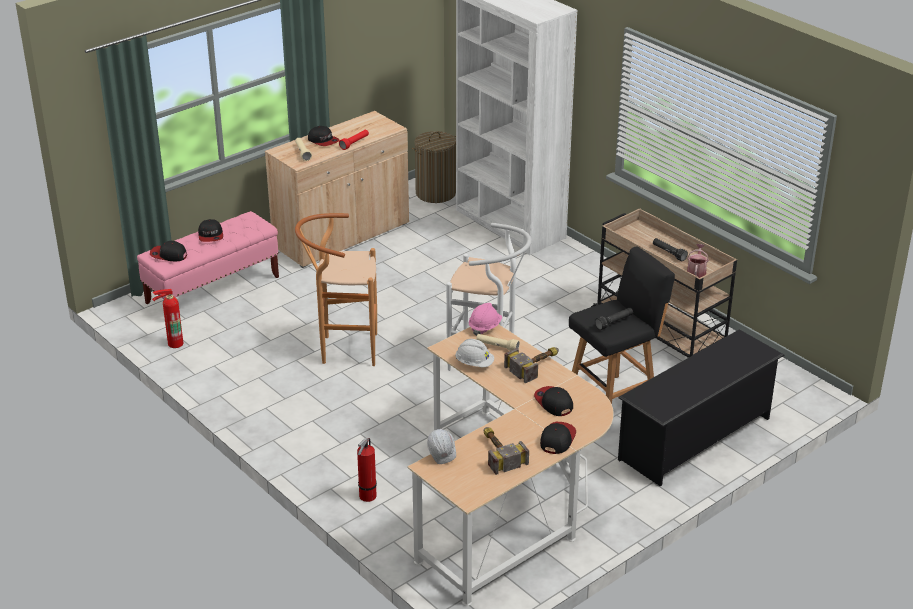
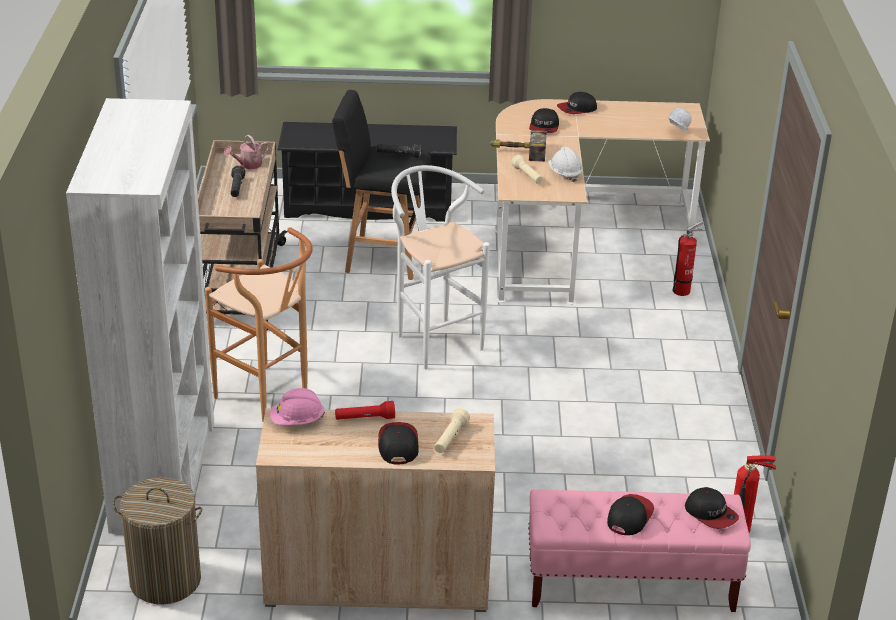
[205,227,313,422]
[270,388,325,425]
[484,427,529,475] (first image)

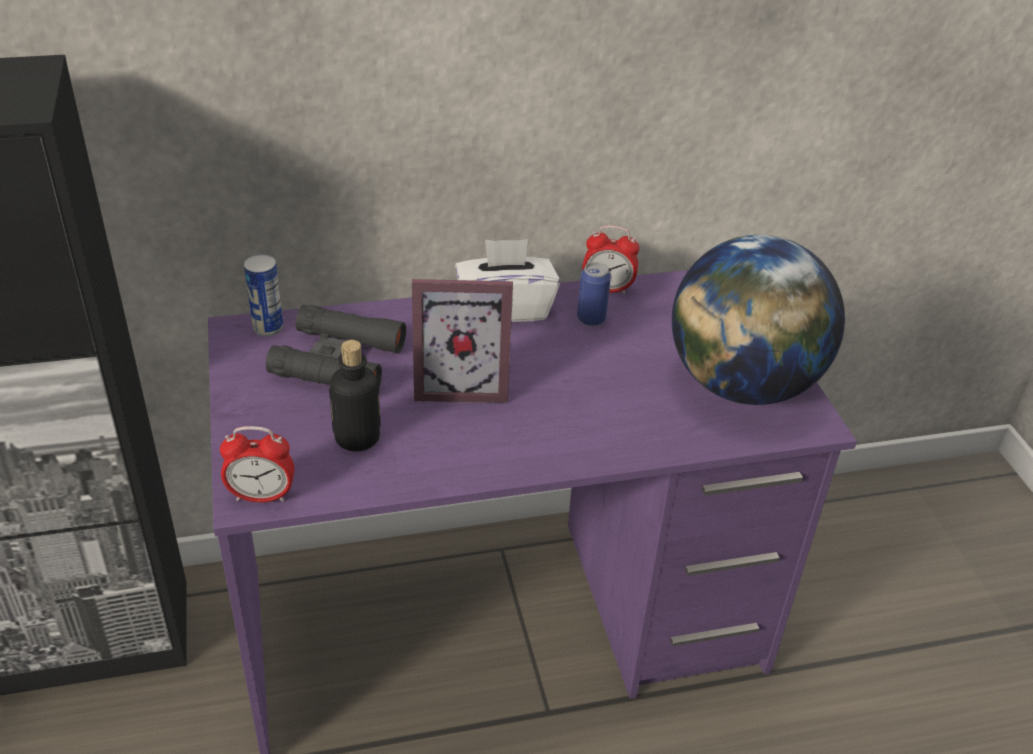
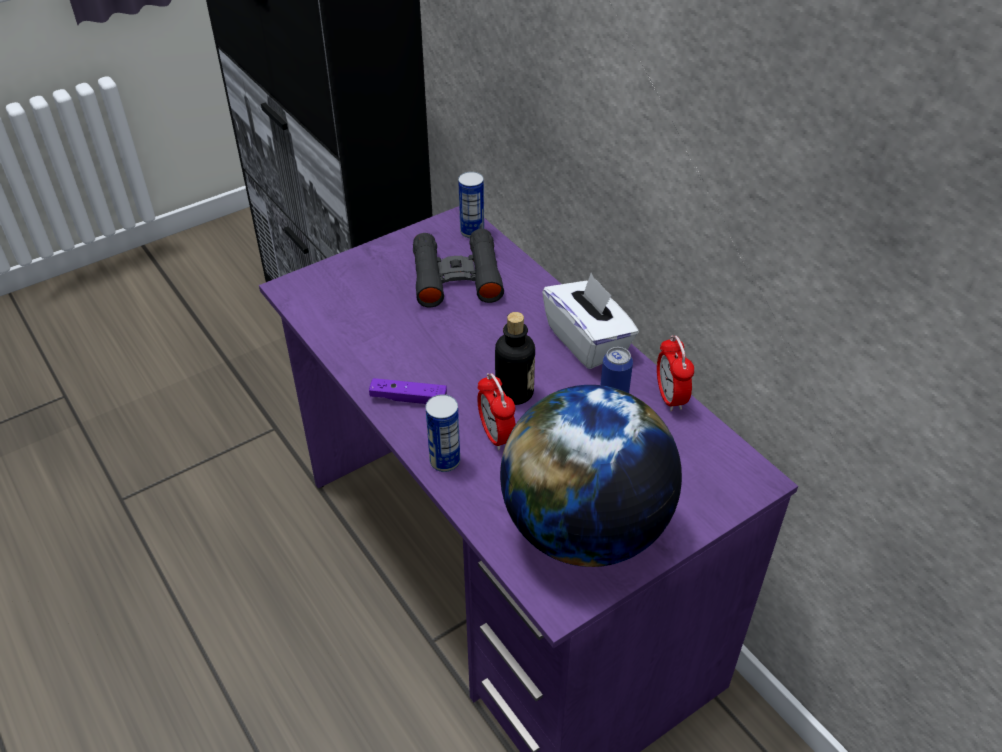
[412,279,513,403] (first image)
[495,312,535,405]
[477,373,516,451]
[369,378,447,404]
[426,394,460,472]

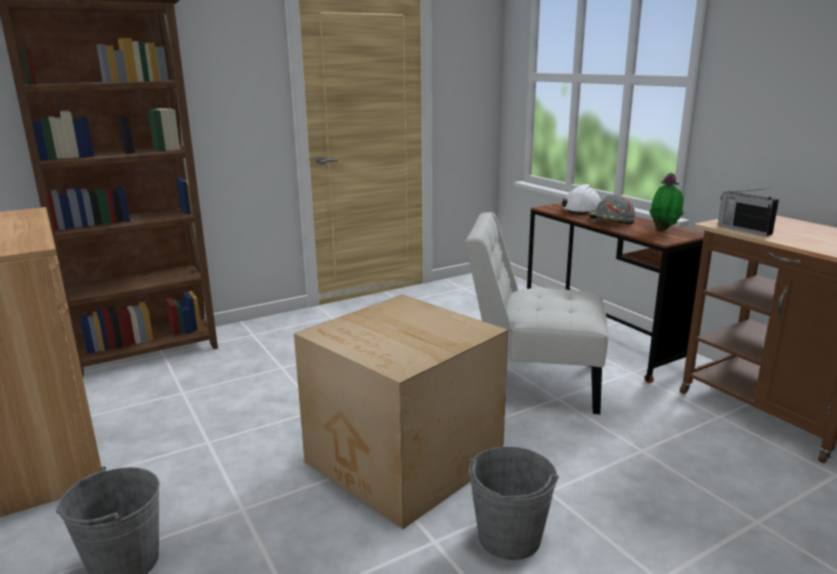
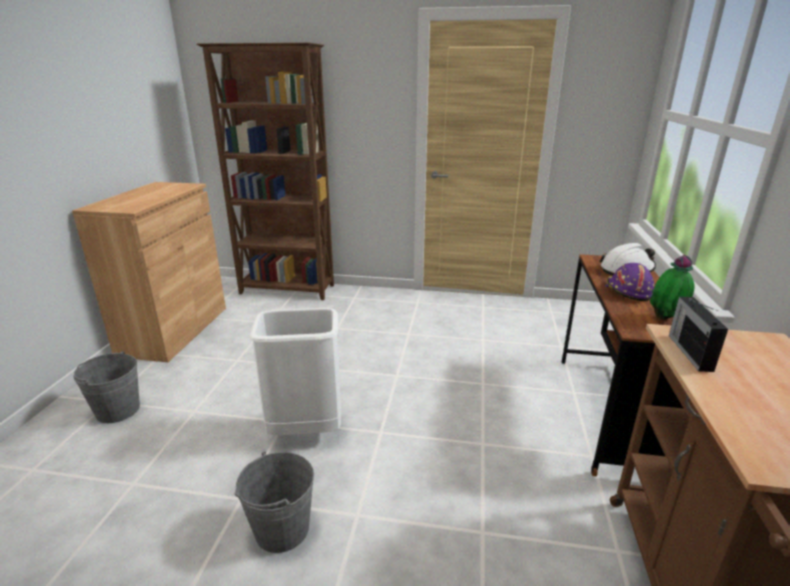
[605,263,654,301]
[465,212,608,414] (first image)
[249,308,341,435]

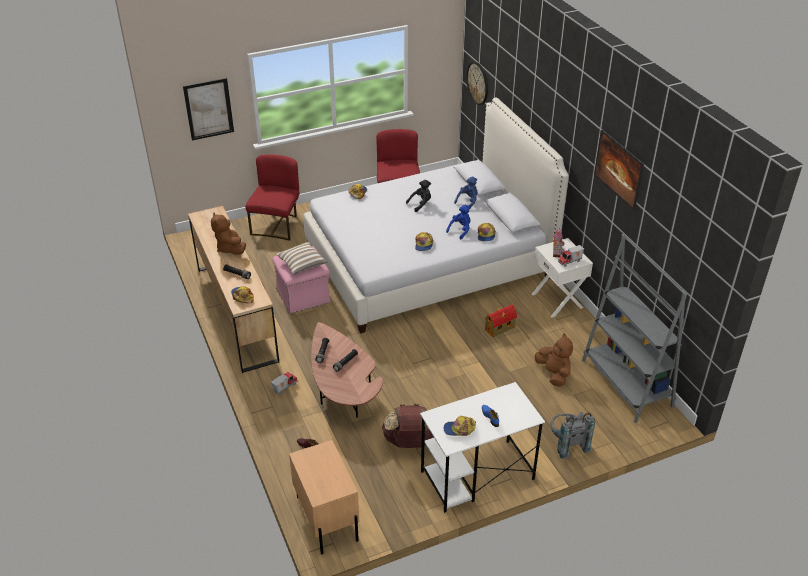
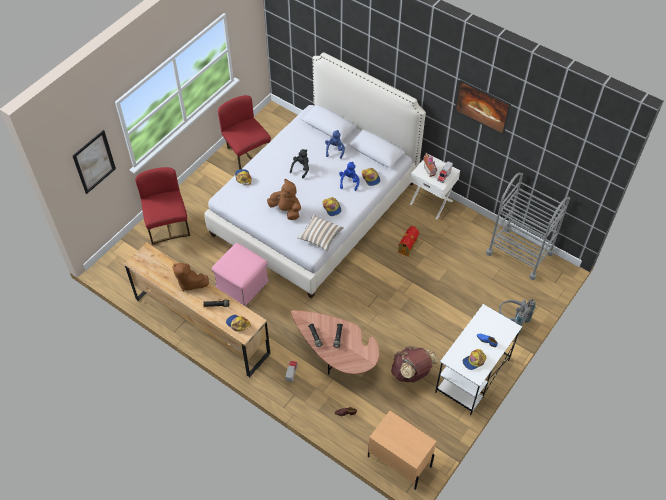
[466,62,488,105] (first image)
[486,173,570,280]
[298,214,344,251]
[267,179,301,220]

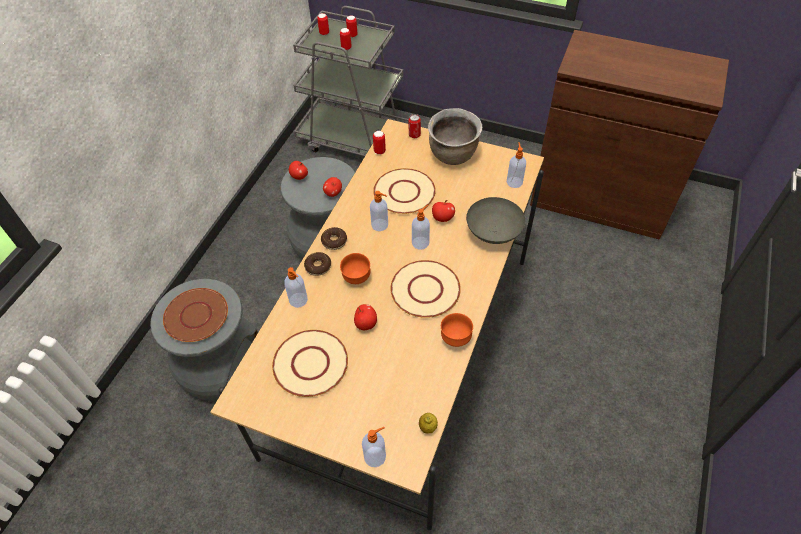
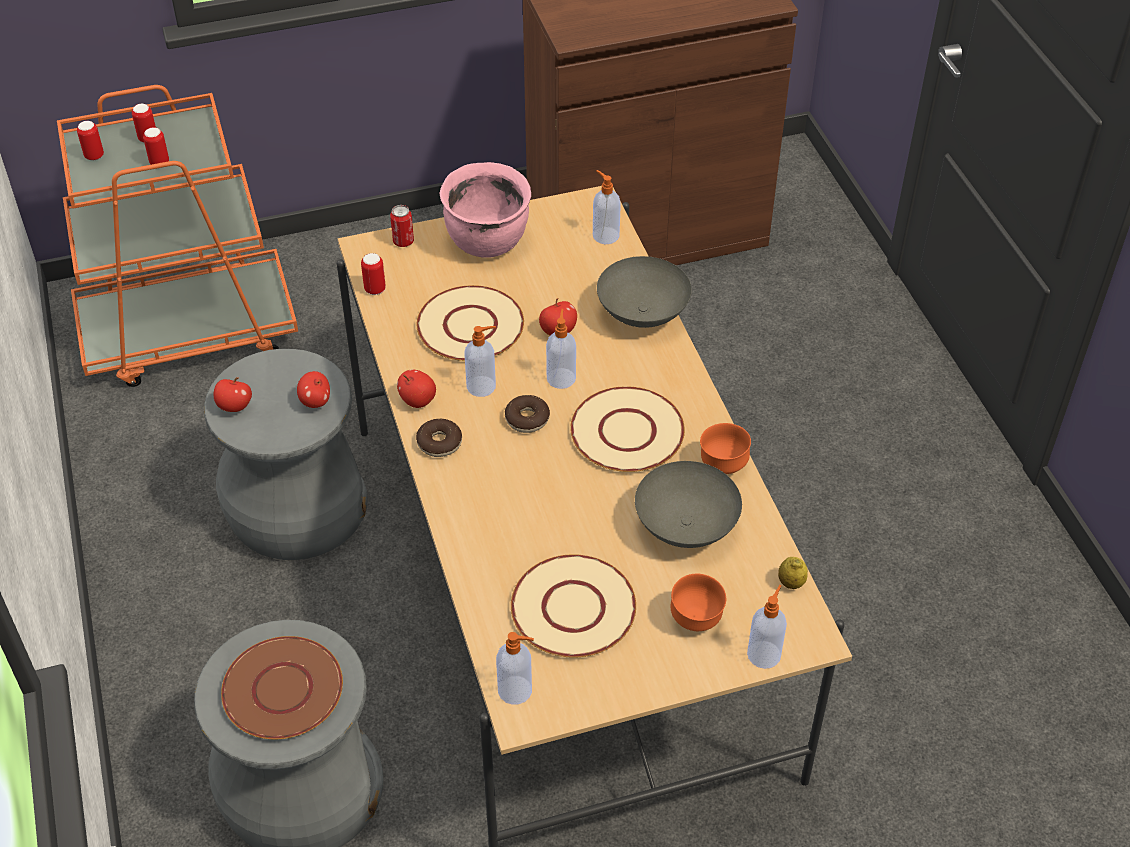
[57,85,298,387]
[439,162,531,258]
[505,395,550,433]
[670,574,726,631]
[496,632,534,705]
[397,370,436,408]
[635,461,742,548]

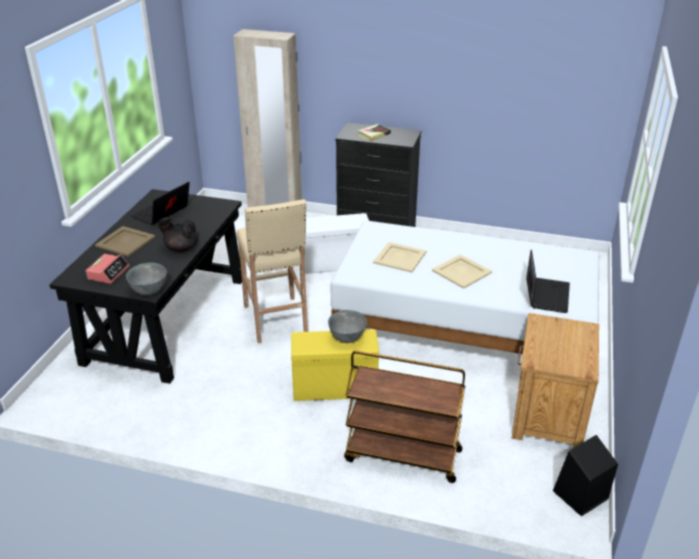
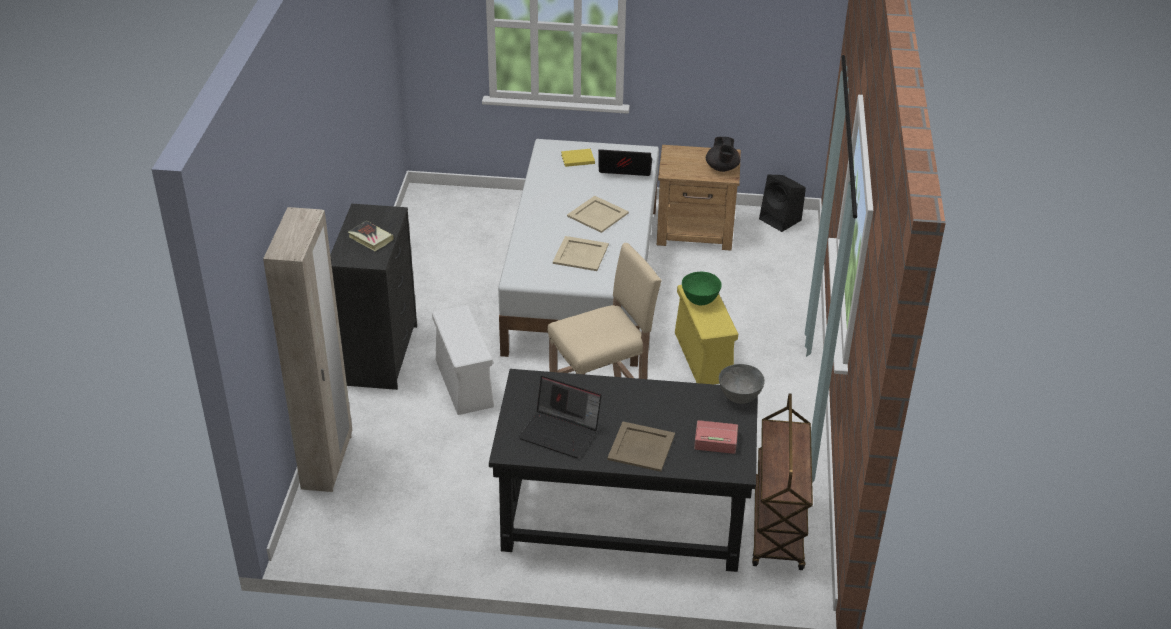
[706,137,740,172]
[682,272,722,305]
[752,394,813,570]
[561,149,595,167]

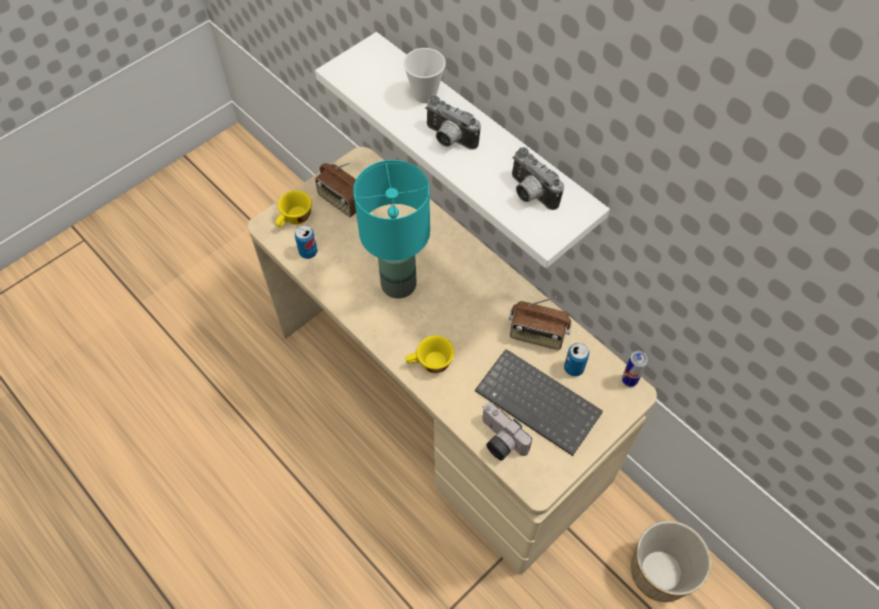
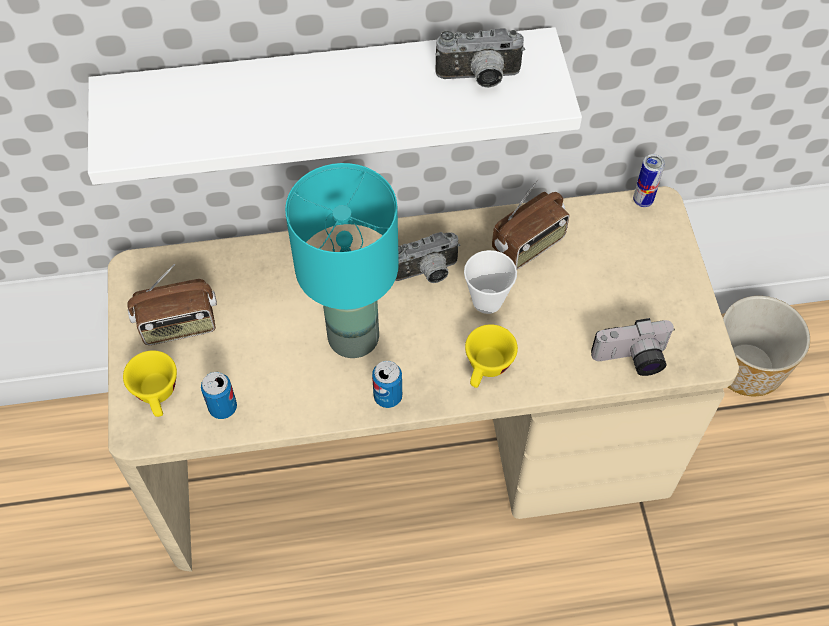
[464,250,517,314]
[395,232,460,283]
[372,361,402,408]
[475,349,603,456] (first image)

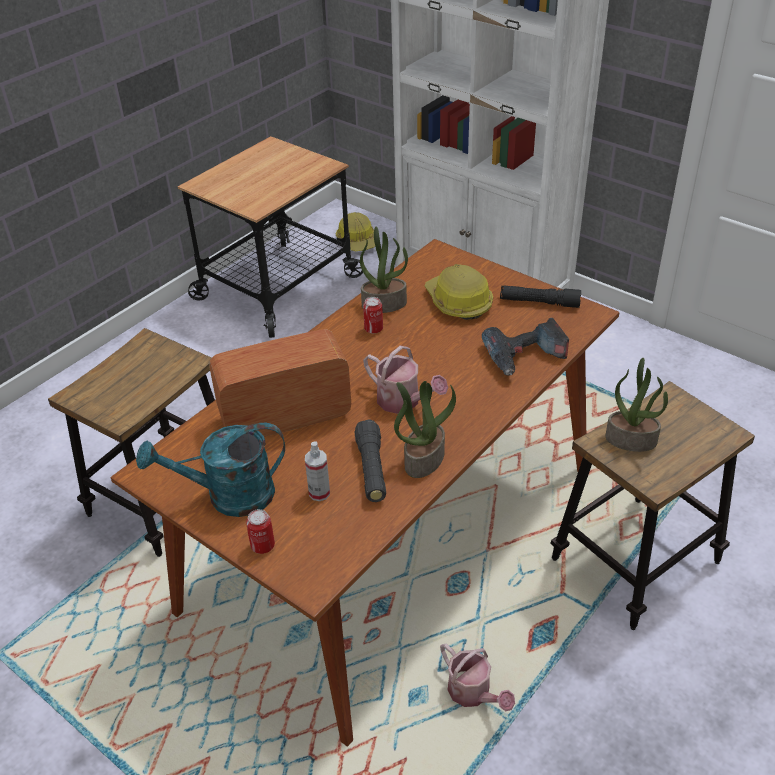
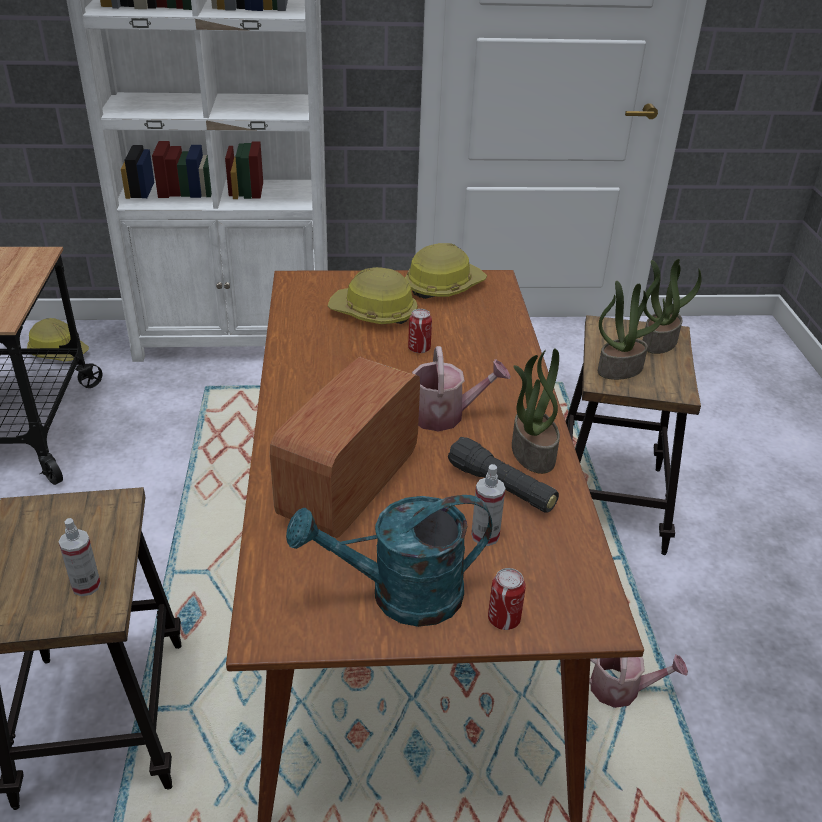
[642,259,702,354]
[405,243,487,299]
[408,309,432,353]
[482,318,569,376] (first image)
[286,495,492,627]
[59,518,101,596]

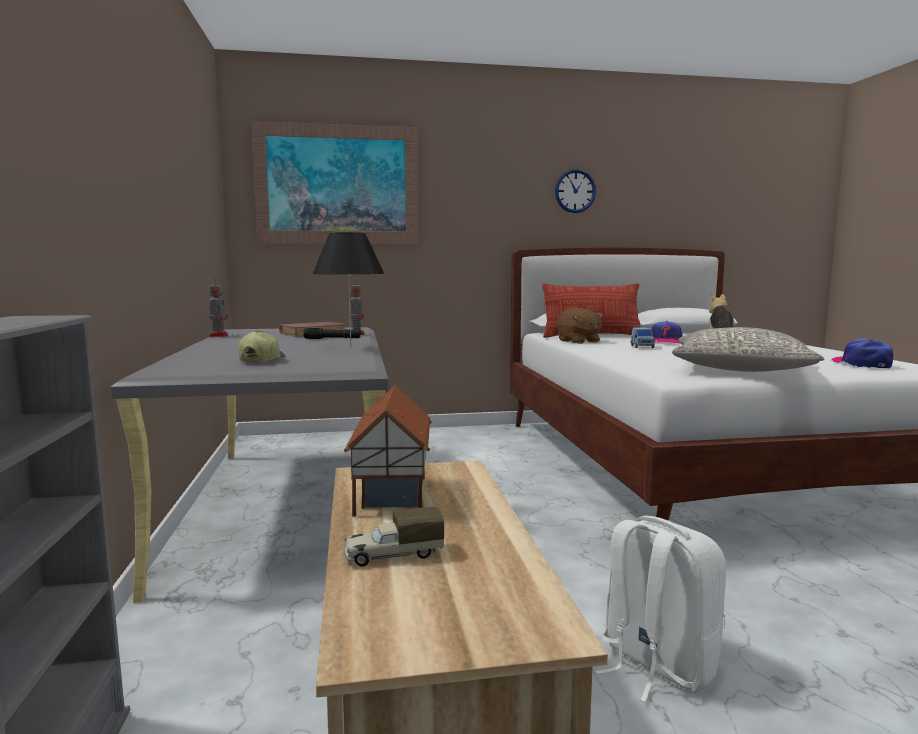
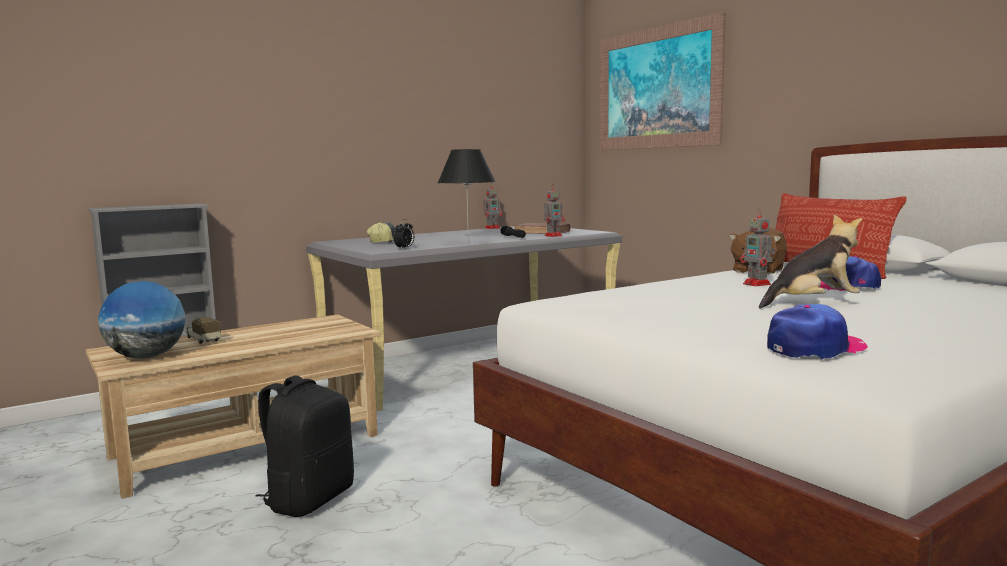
[555,169,596,213] (first image)
[740,209,776,286]
[672,327,824,372] (first image)
[344,385,432,517] (first image)
[256,375,354,517]
[394,219,414,249]
[98,281,185,359]

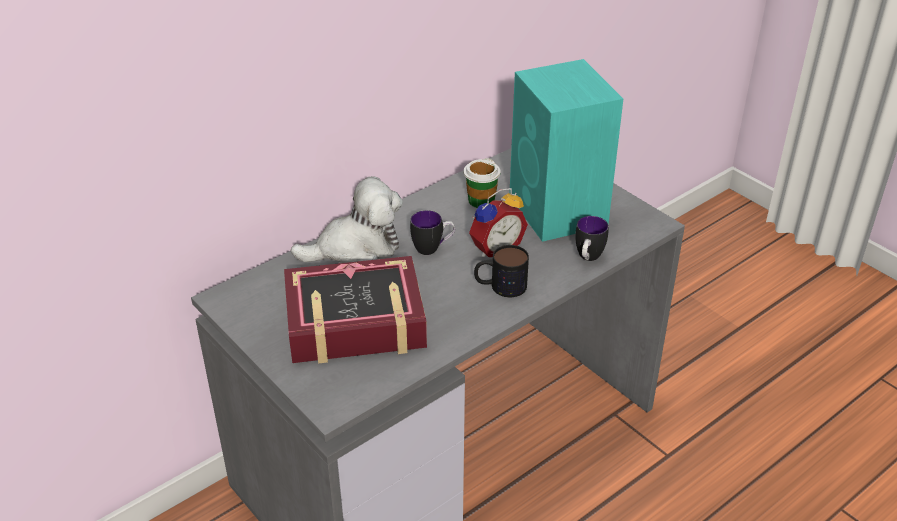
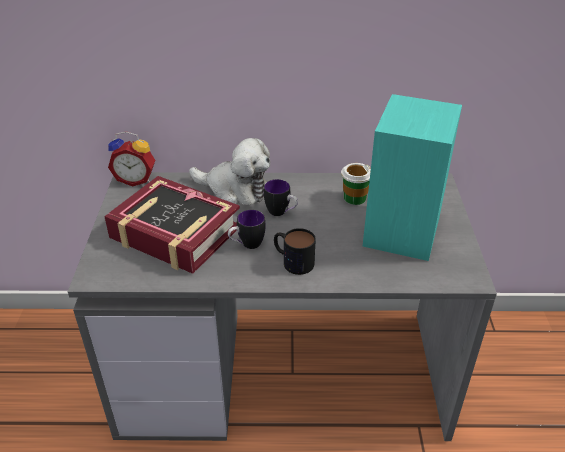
[108,131,155,187]
[228,210,266,249]

